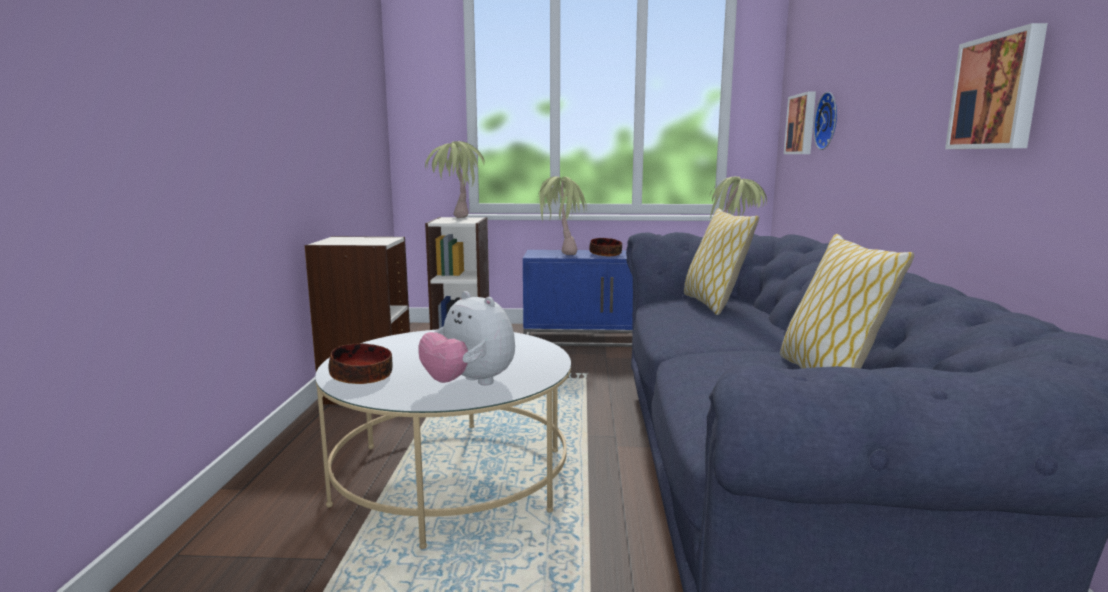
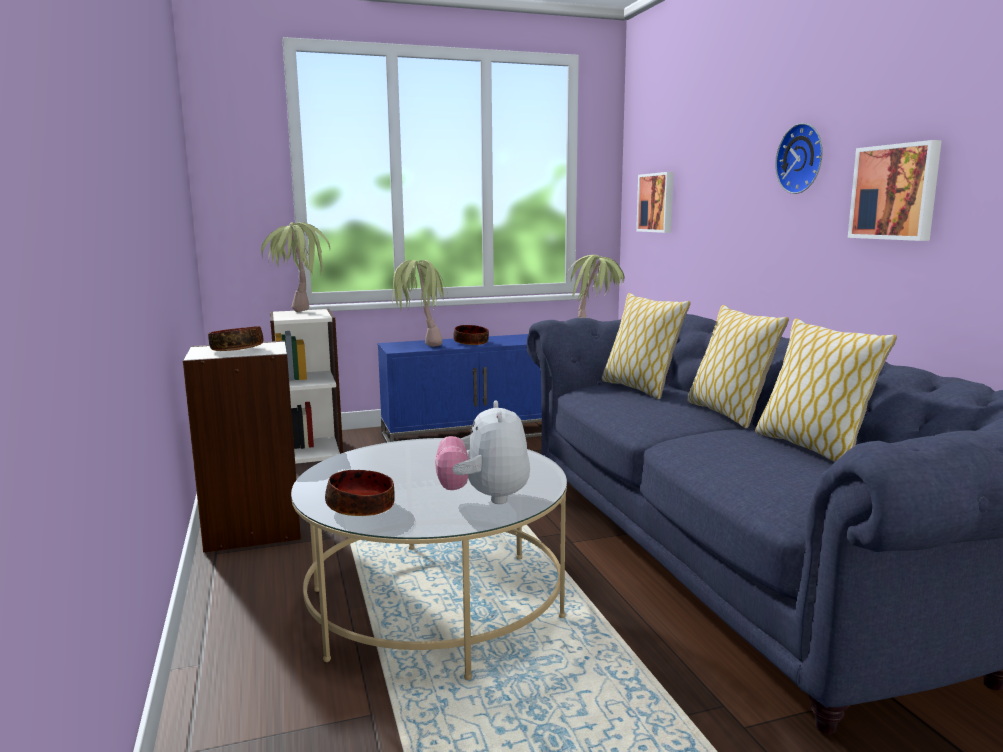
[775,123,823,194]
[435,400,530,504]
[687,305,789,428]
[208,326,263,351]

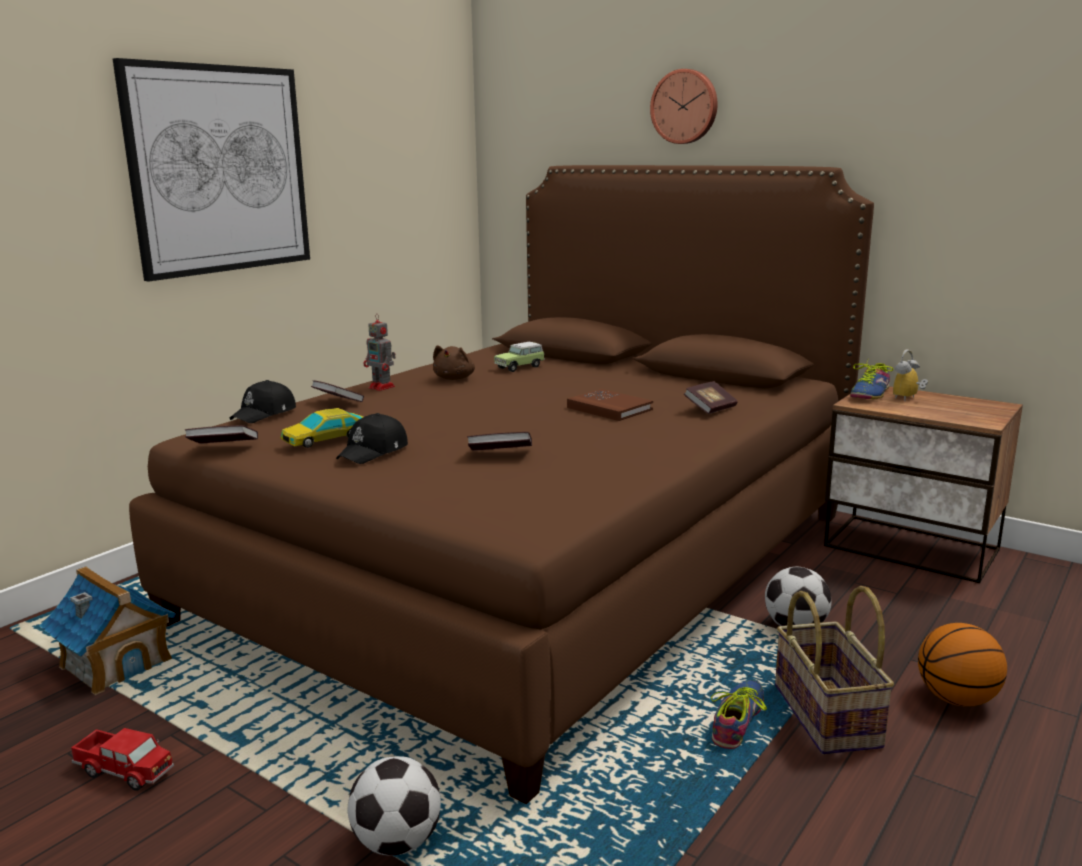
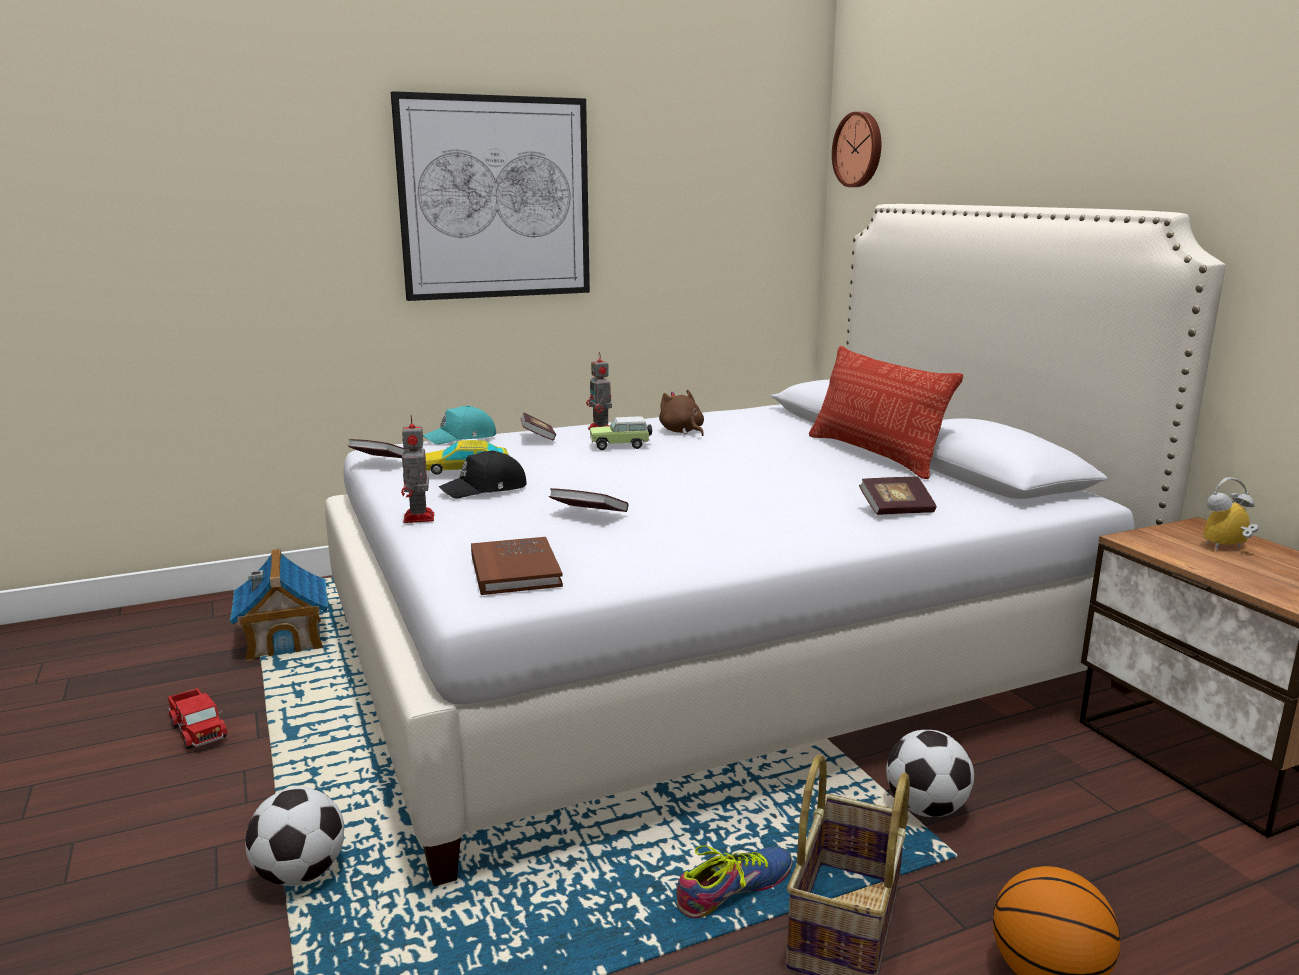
[832,111,881,187]
[325,204,1225,886]
[590,417,652,450]
[659,390,704,436]
[850,358,893,399] (first image)
[423,405,496,445]
[471,537,563,595]
[809,346,963,479]
[401,415,434,523]

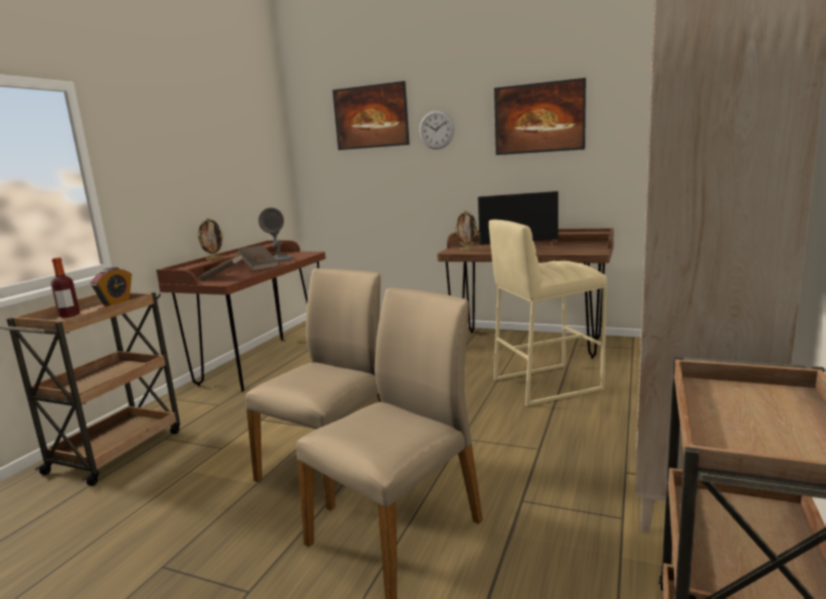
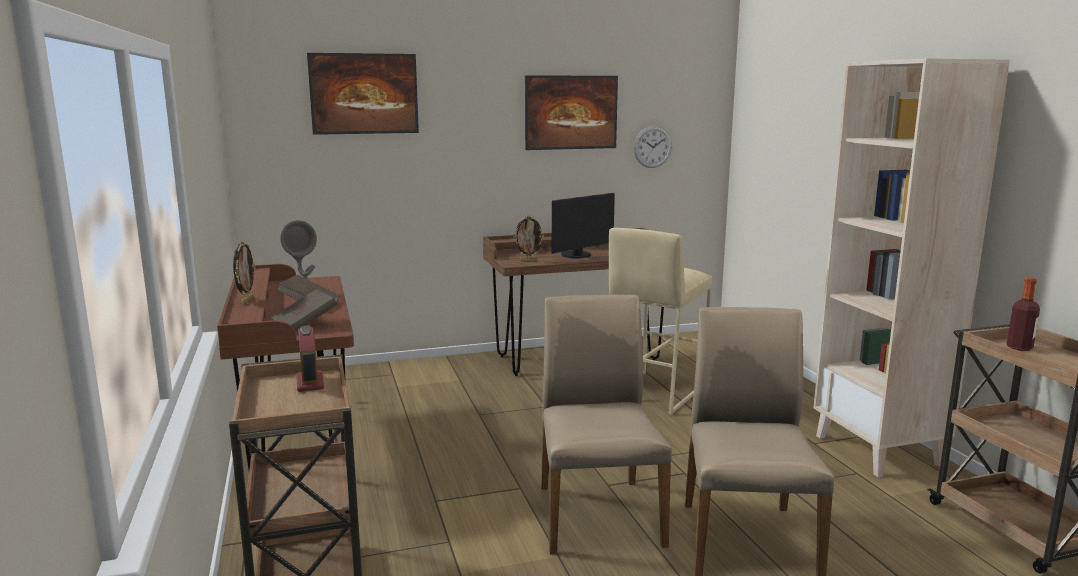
[634,126,672,168]
[1007,277,1040,351]

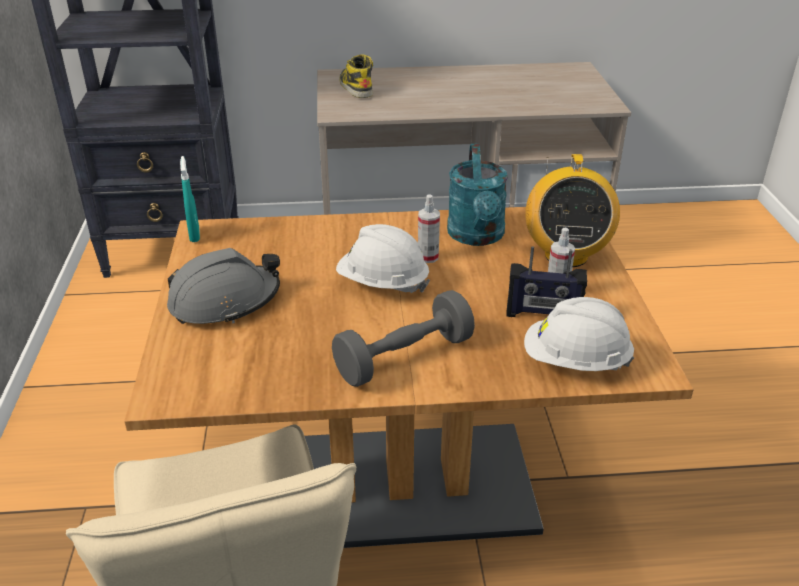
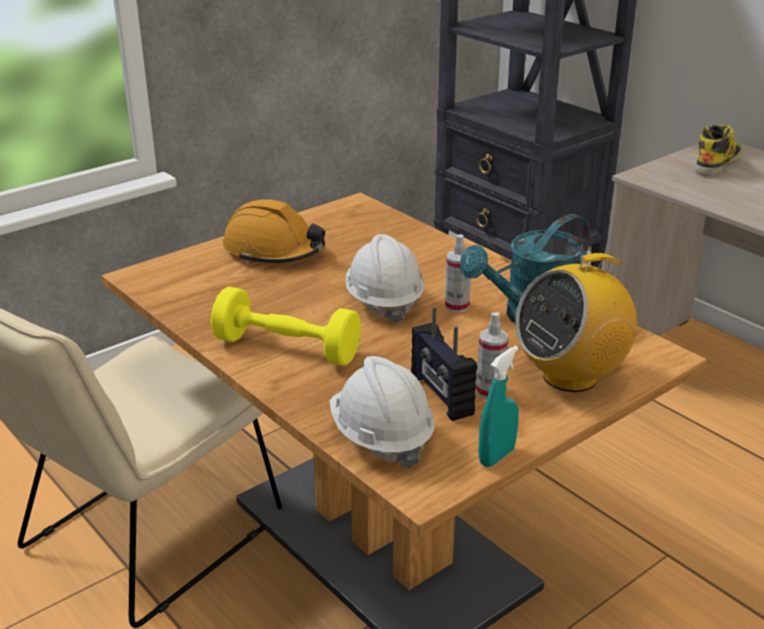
[478,346,519,467]
[223,199,325,264]
[211,286,361,366]

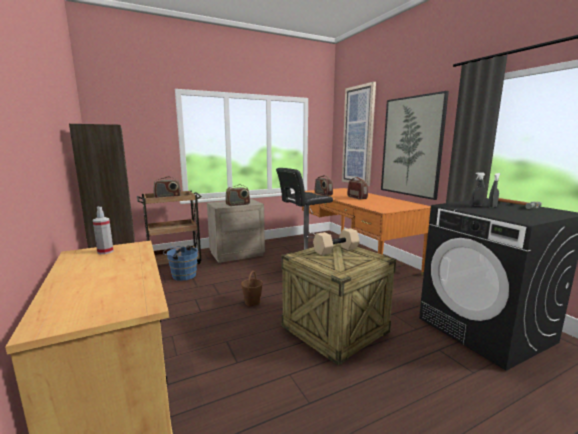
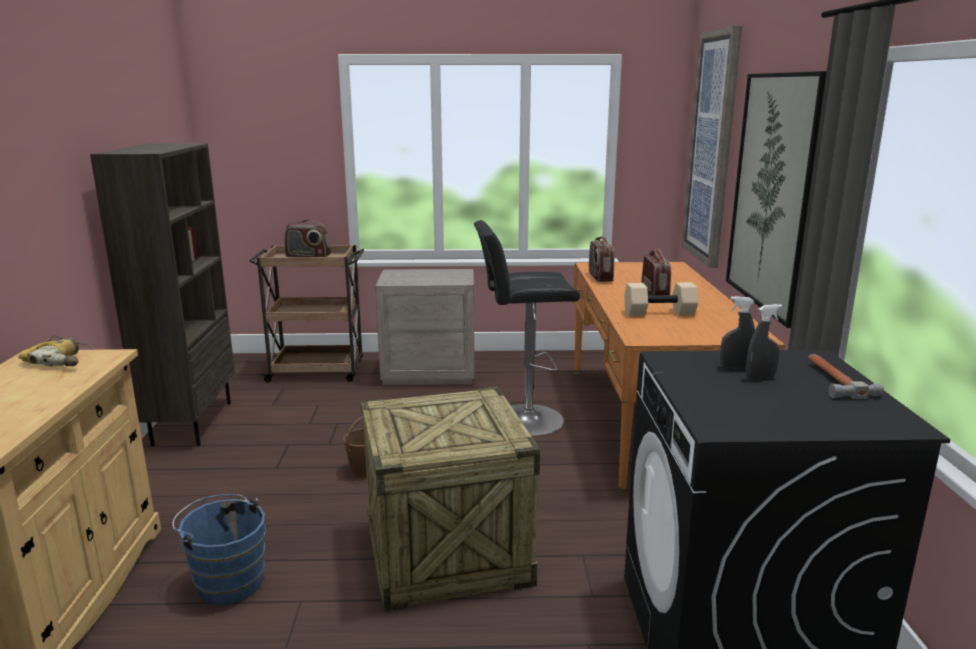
[225,184,250,206] (first image)
[18,335,94,367]
[624,282,698,316]
[172,494,266,605]

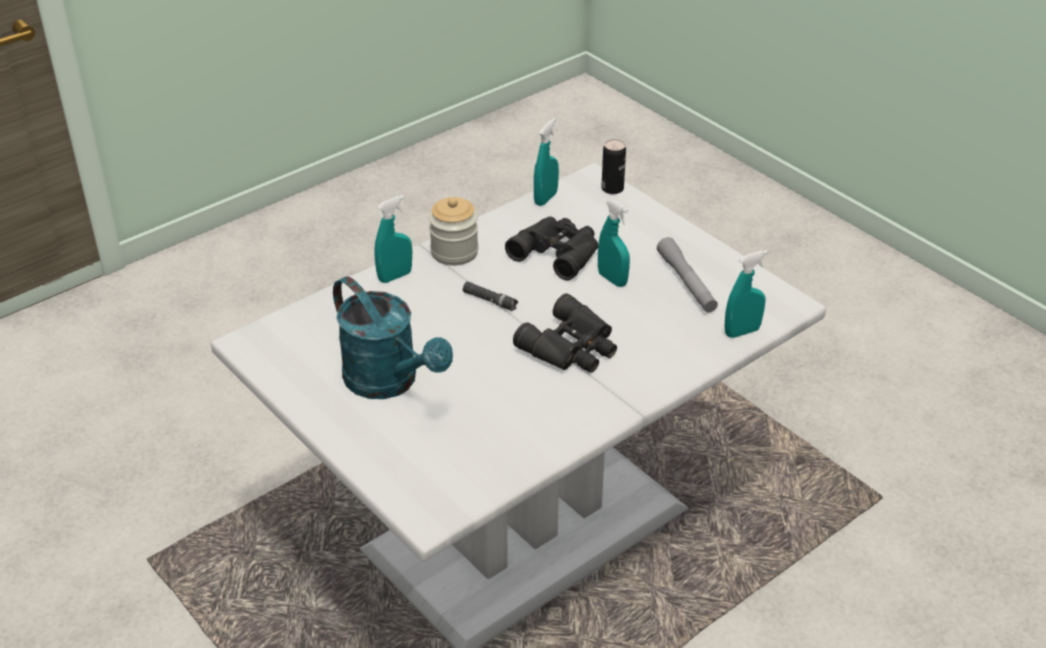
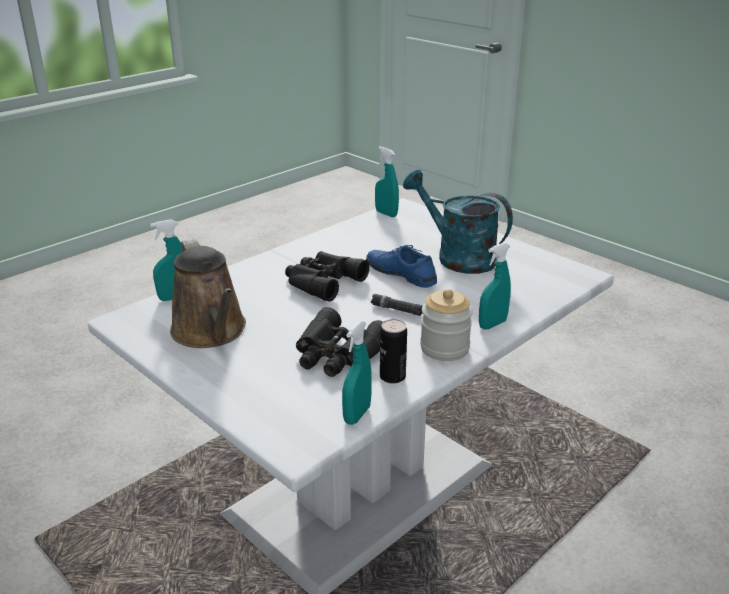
[380,319,407,383]
[375,146,399,217]
[170,238,246,348]
[366,245,437,288]

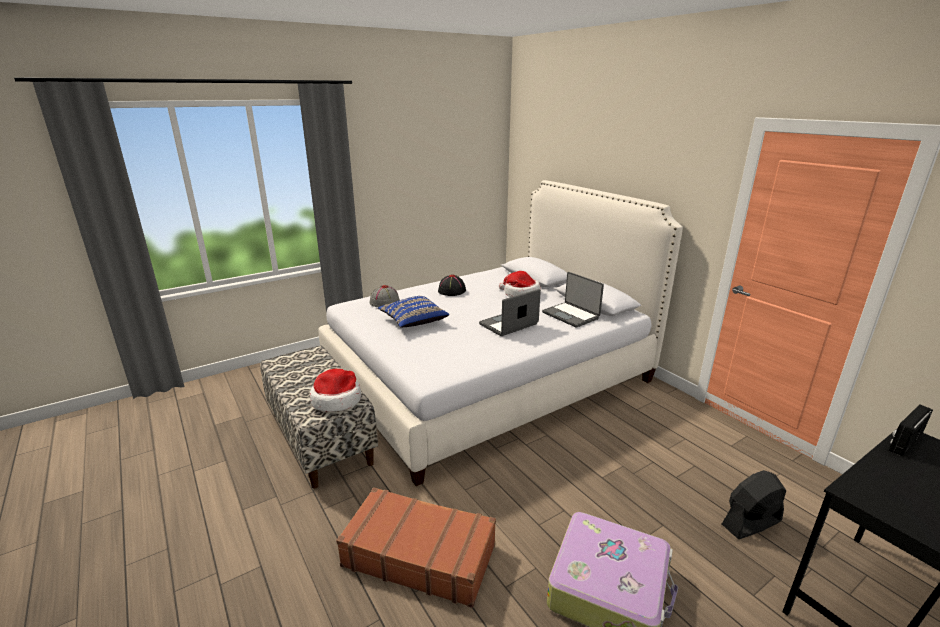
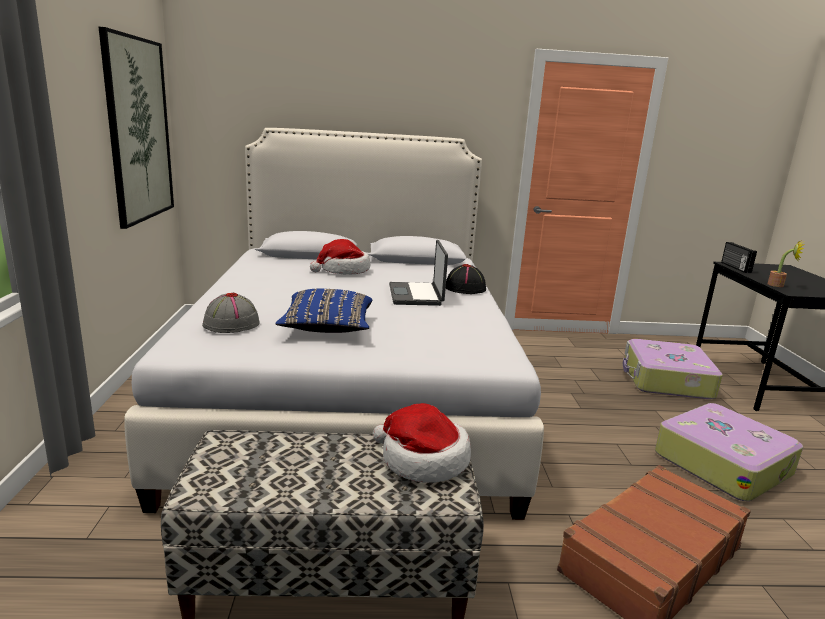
[542,272,604,328] (first image)
[446,264,486,294]
[622,339,723,399]
[99,27,174,229]
[767,240,805,287]

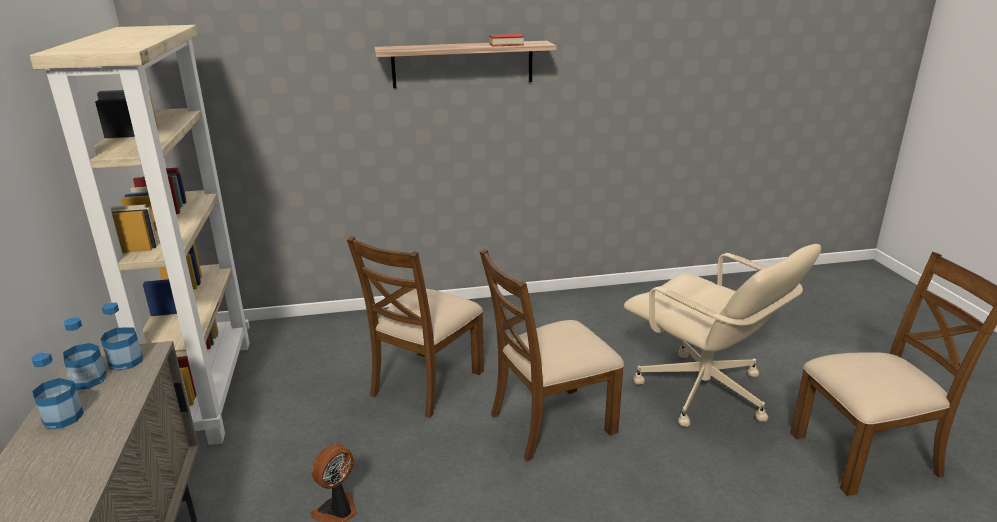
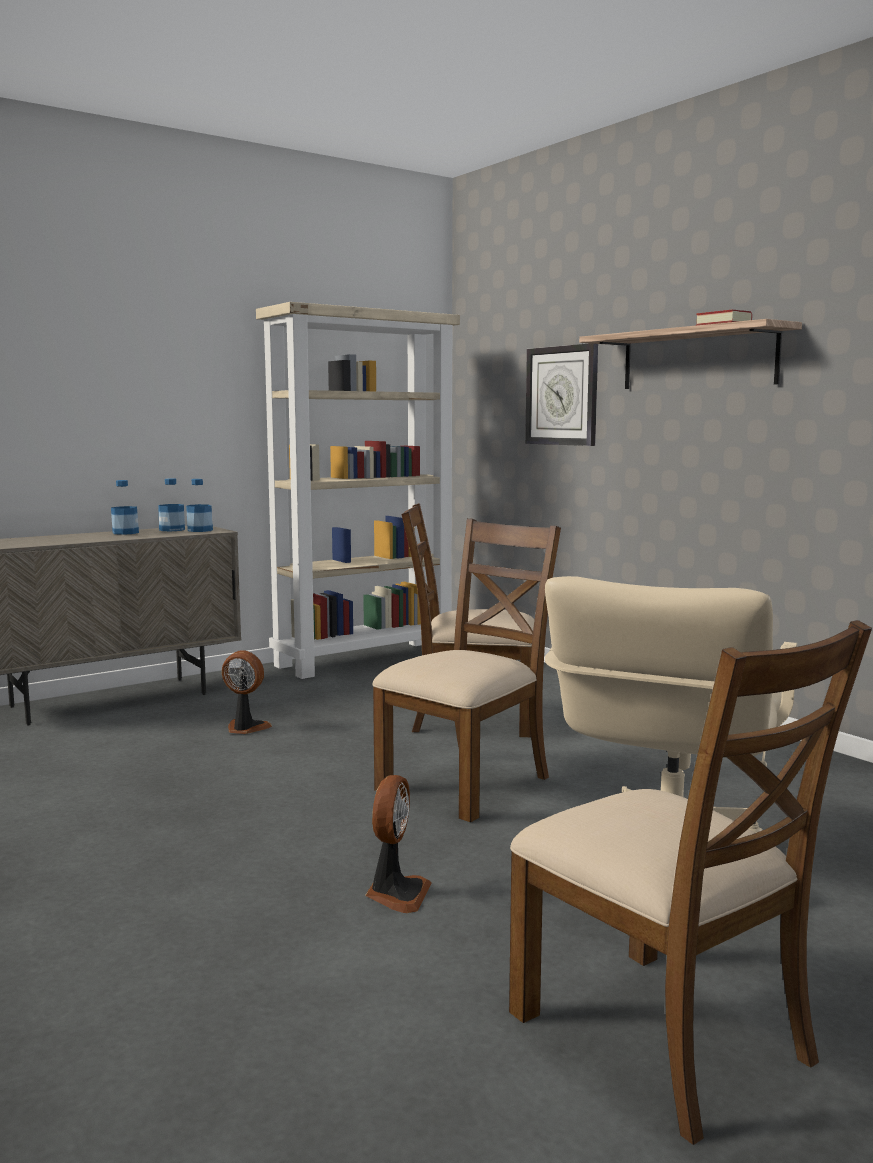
[372,518,561,822]
[525,343,598,446]
[365,775,432,913]

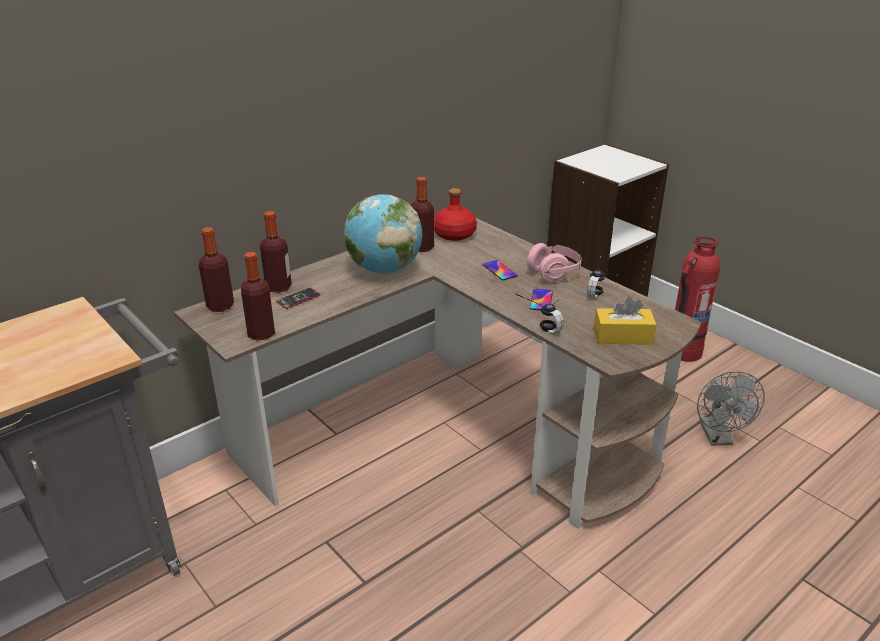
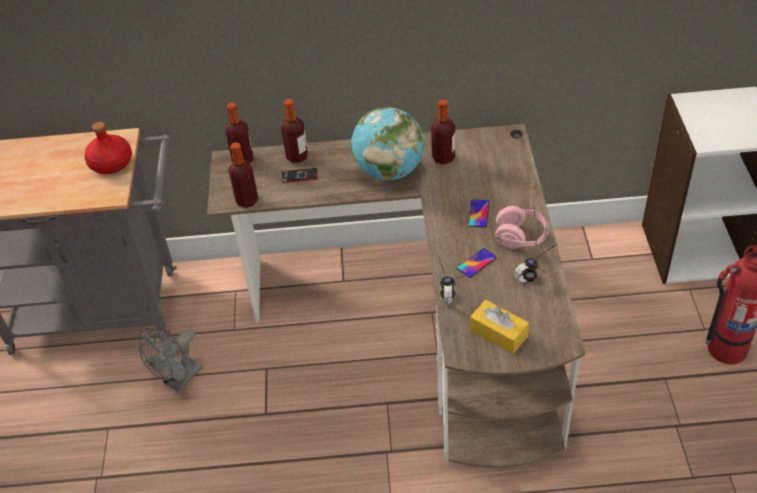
[84,122,132,174]
[139,329,202,392]

